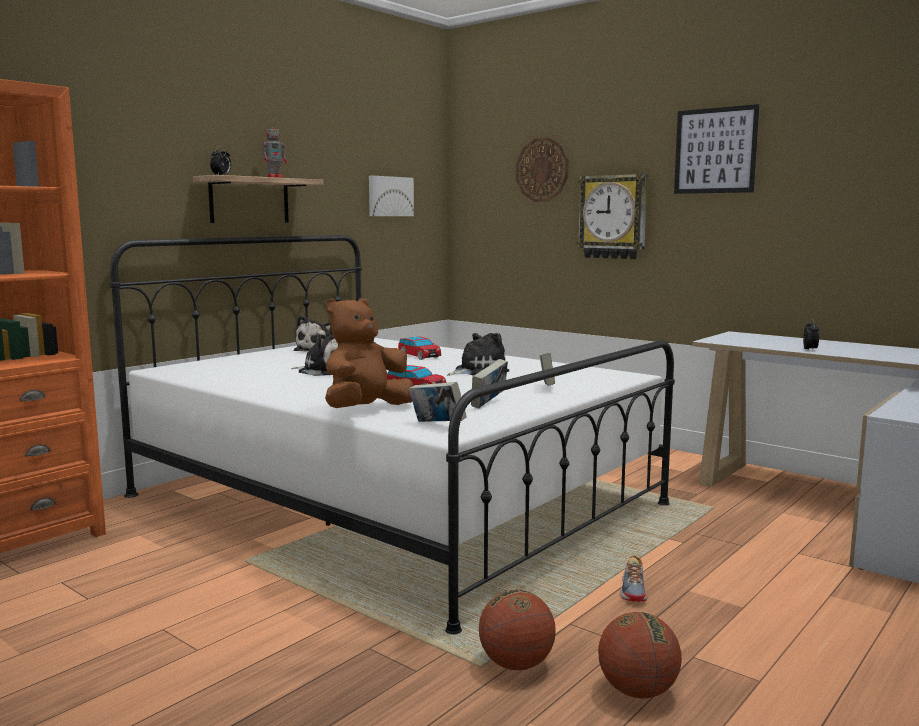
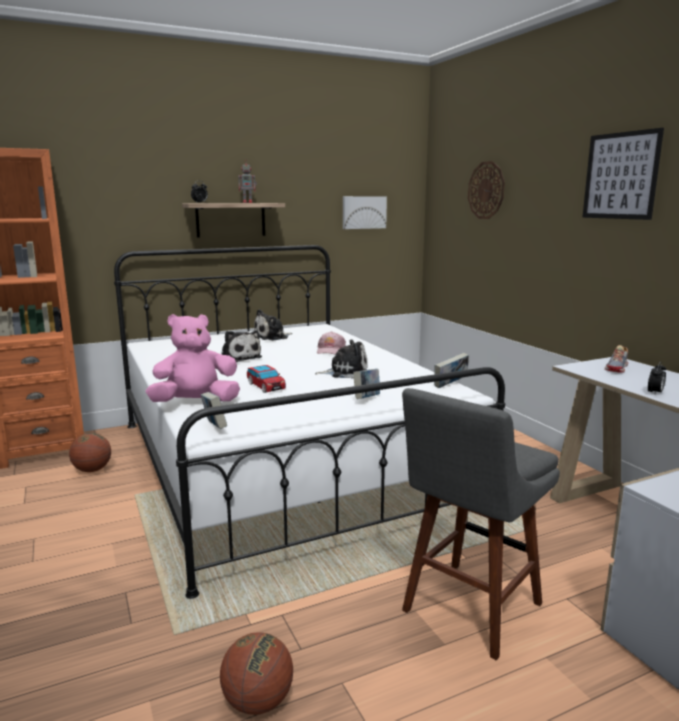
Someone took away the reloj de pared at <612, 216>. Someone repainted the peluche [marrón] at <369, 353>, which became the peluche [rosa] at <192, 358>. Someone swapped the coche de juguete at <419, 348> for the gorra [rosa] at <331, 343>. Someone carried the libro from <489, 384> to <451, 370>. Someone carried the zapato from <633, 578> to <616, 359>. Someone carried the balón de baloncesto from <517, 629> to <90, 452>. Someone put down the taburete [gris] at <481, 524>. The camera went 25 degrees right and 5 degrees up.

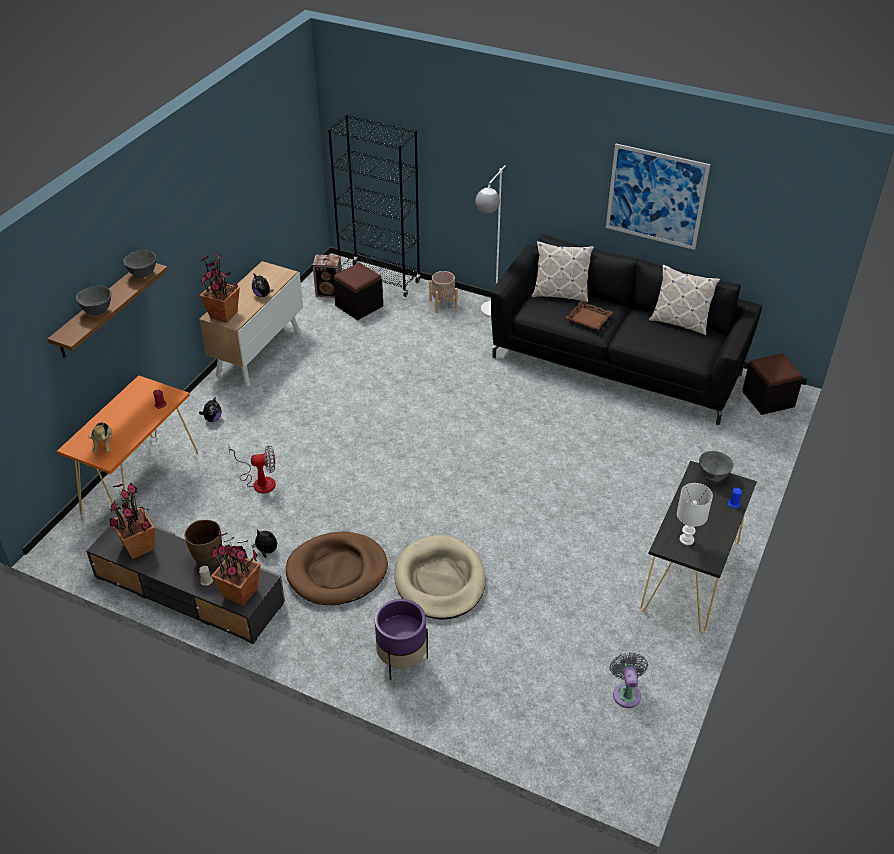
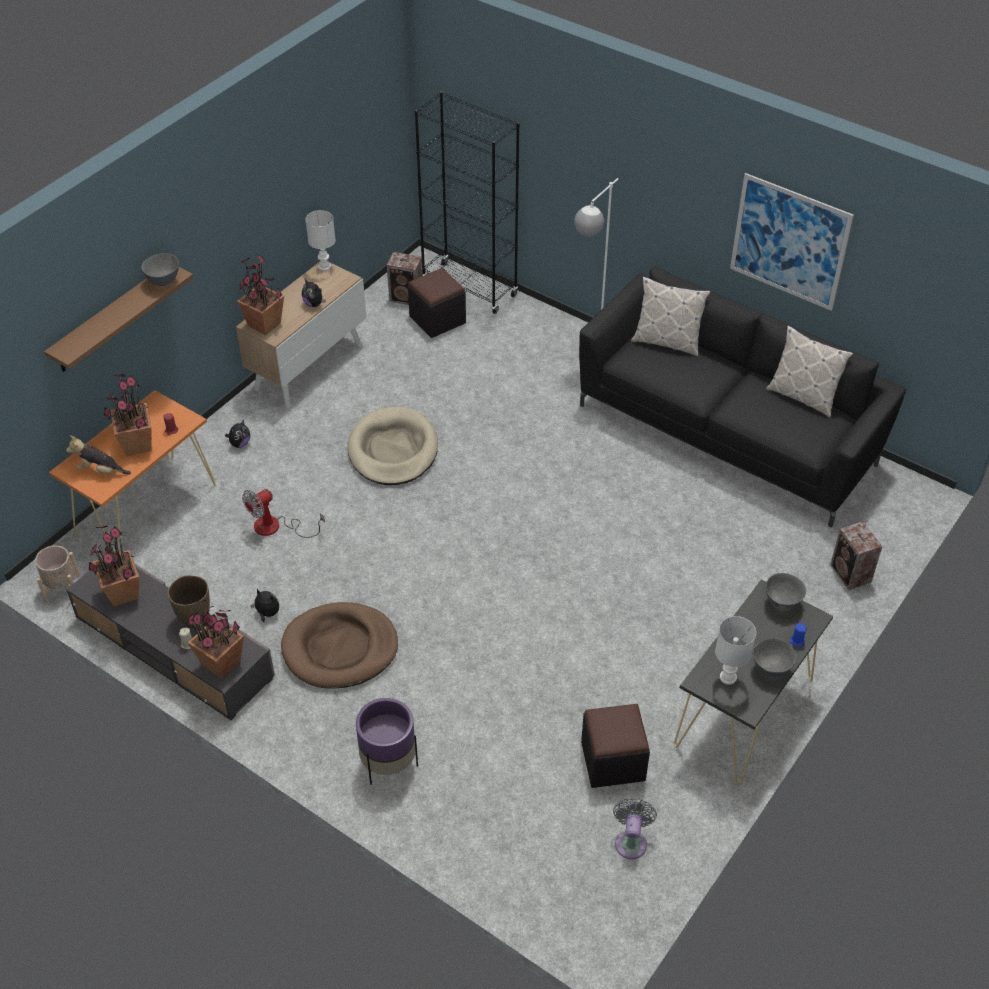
Someone carried the maceta [beis] from <443, 292> to <57, 574>. Someone carried the cuenco [gris] from <93, 300> to <774, 657>. Someone took away the bandeja [marrón] at <589, 315>. Someone carried the puf [negro] from <772, 384> to <615, 746>. Someone rotated the peluche at <100, 437> by 105 degrees clockwise. Someone rotated the ventilador at <252, 469> by 135 degrees clockwise. Someone carried the cama para perro [beis] from <440, 577> to <393, 446>. Someone put down the lámpara de mesa [blanco] at <320, 240>. Someone put down the planta en maceta at <128, 415>. Someone put down the altavoz at <856, 555>. The camera went 10 degrees right and 5 degrees up.

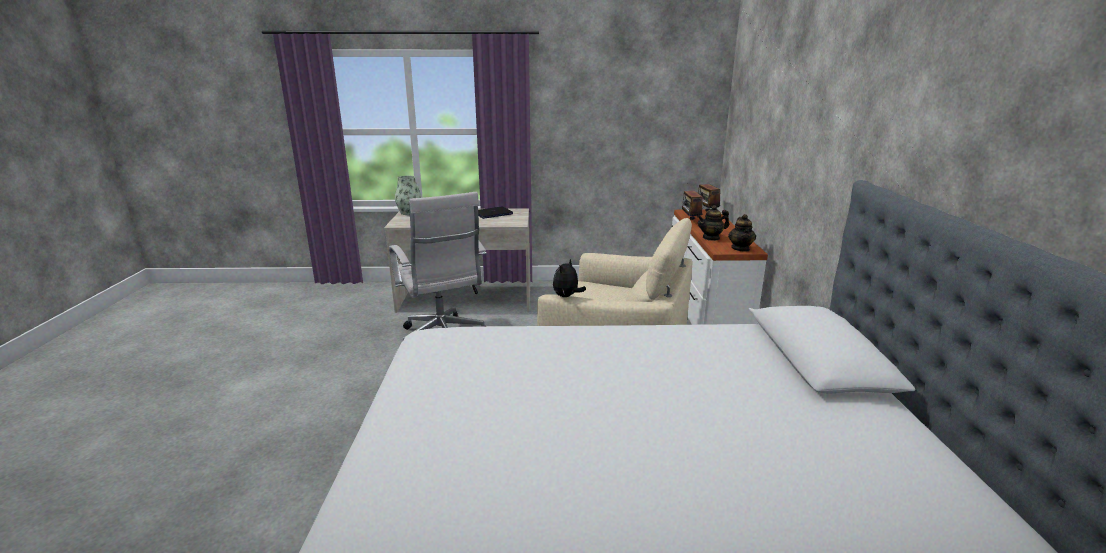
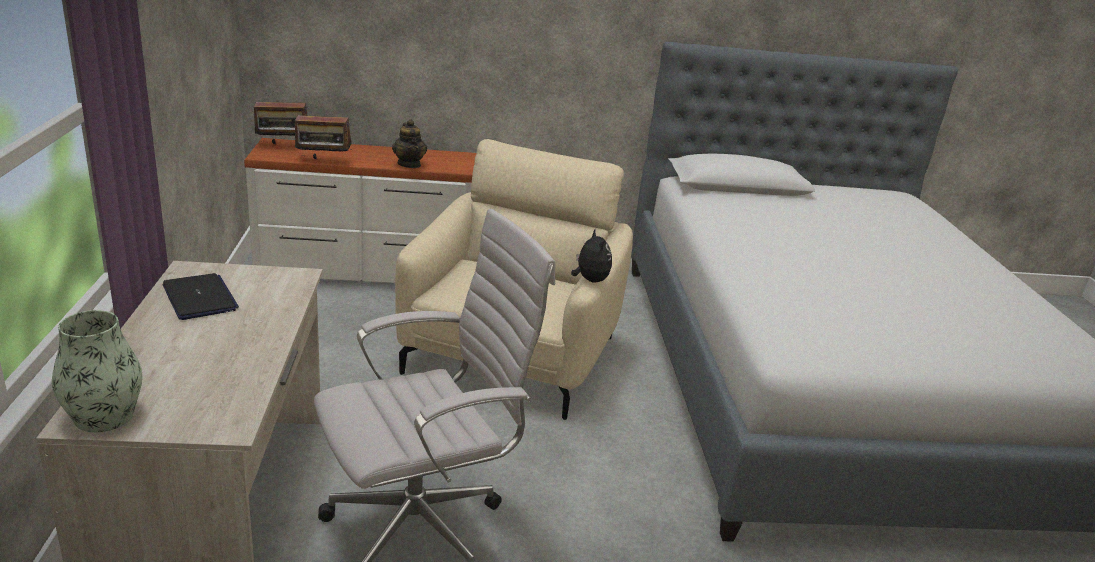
Someone took away the tetera at <742, 233>. Someone rotated the peluche at <569, 278> by 135 degrees counterclockwise. The camera went 95 degrees left and 5 degrees up.

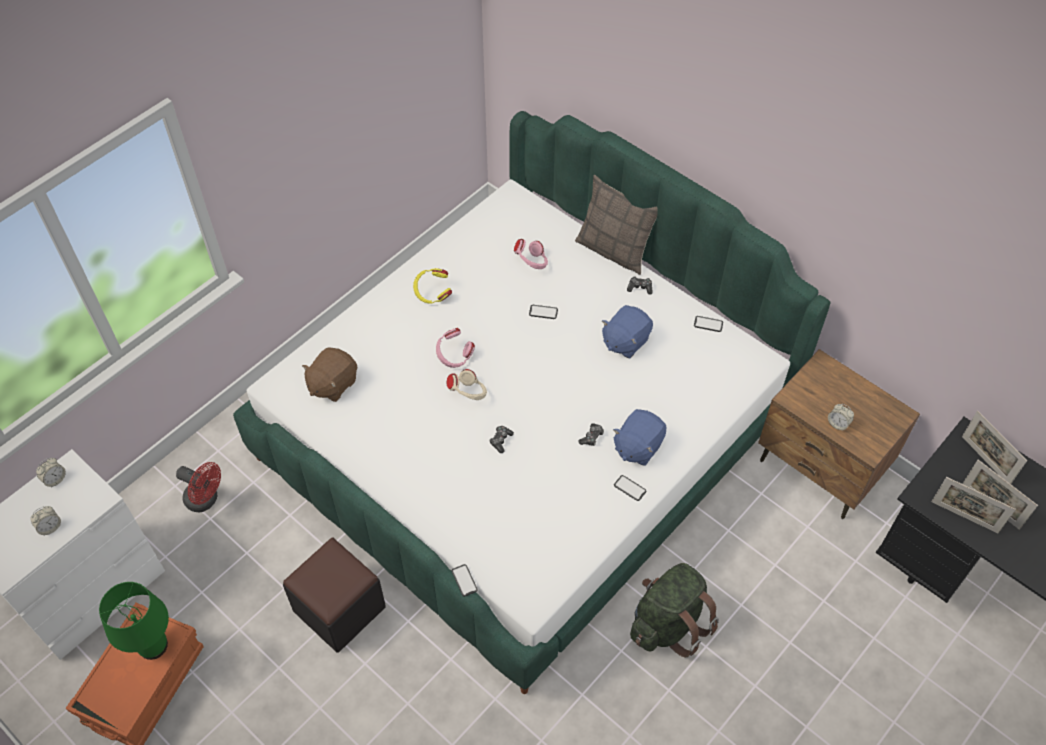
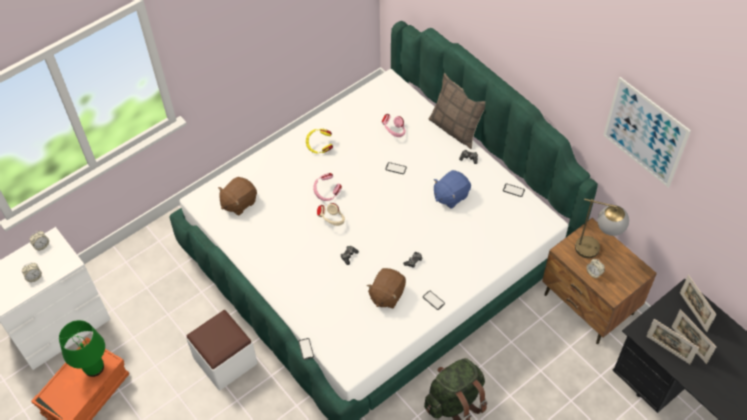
Someone took away the peluche [azul] at <639, 437>. Someone took away the ventilador [rojo] at <198, 487>. Someone repainted the puf [negro] at <334, 595>, which became the puf [blanco] at <222, 350>. Someone put up the cuadro at <647, 132>. Someone put down the lámpara de mesa at <602, 228>. Someone put down the peluche [marrón] at <386, 288>. The camera went 10 degrees right and 0 degrees up.

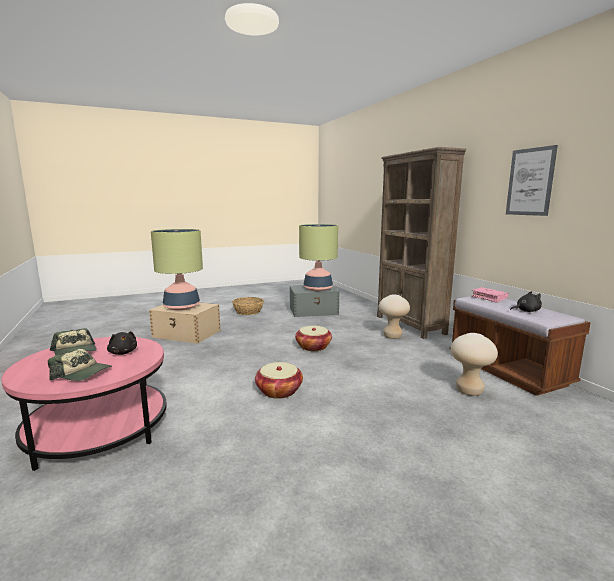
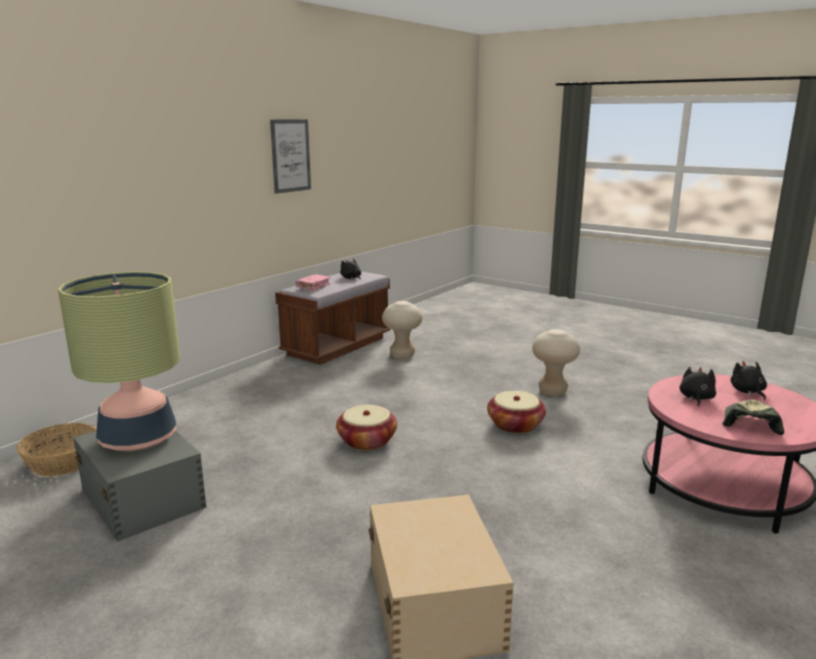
Someone took away the estantería [marrón] at <421, 243>. Someone took away the lámpara de mesa at <177, 269>. Someone carried the taburete [beis] from <394, 317> to <556, 362>. Someone carried the cesta from <248, 306> to <57, 449>. Someone swapped the gorra at <80, 364> for the peluche [negro] at <749, 380>. The camera went 120 degrees left and 5 degrees up.

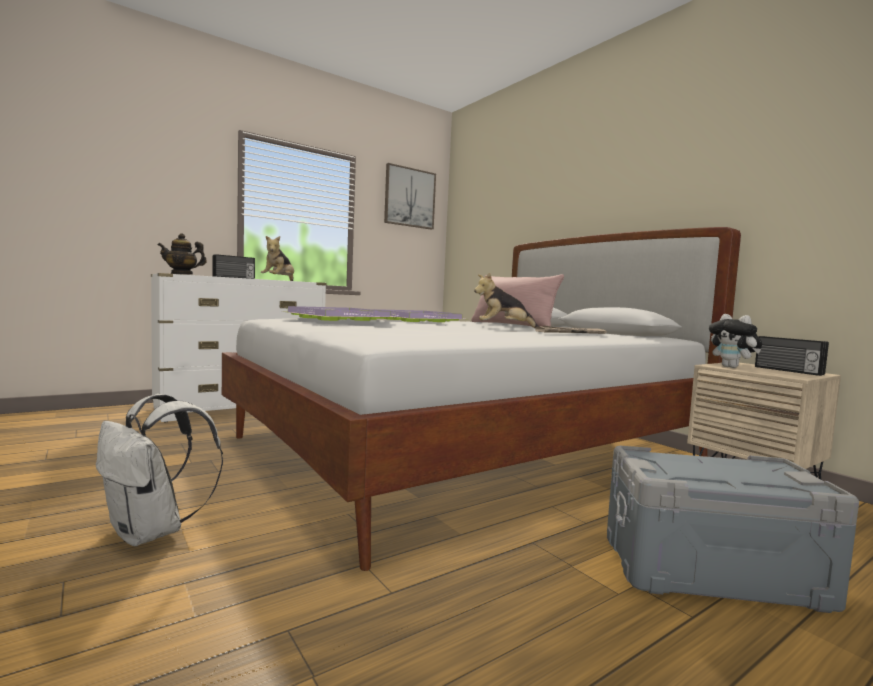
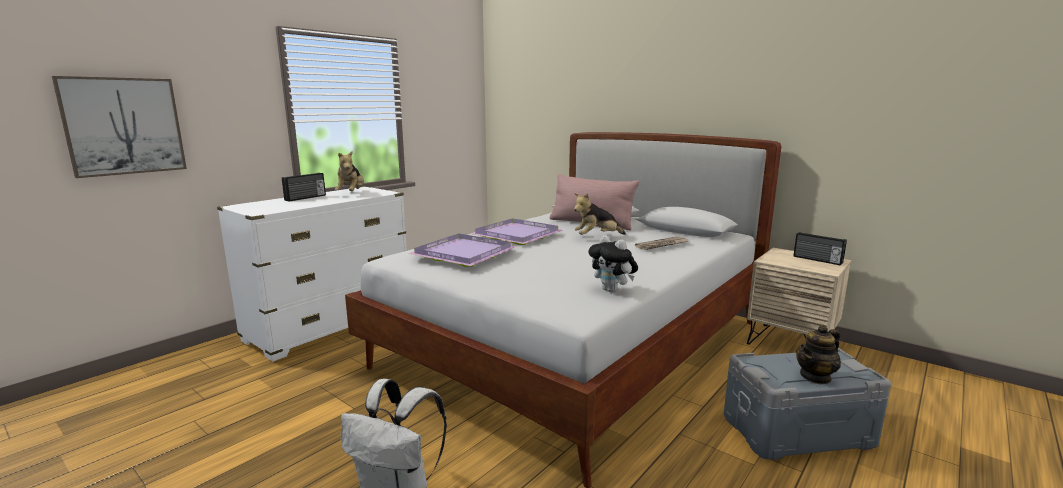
Someone carried the cuadro from <410, 196> to <119, 127>. Someone carried the tetera from <182, 254> to <818, 354>. Someone carried the peluche from <735, 341> to <613, 264>. The camera went 15 degrees left and 10 degrees up.

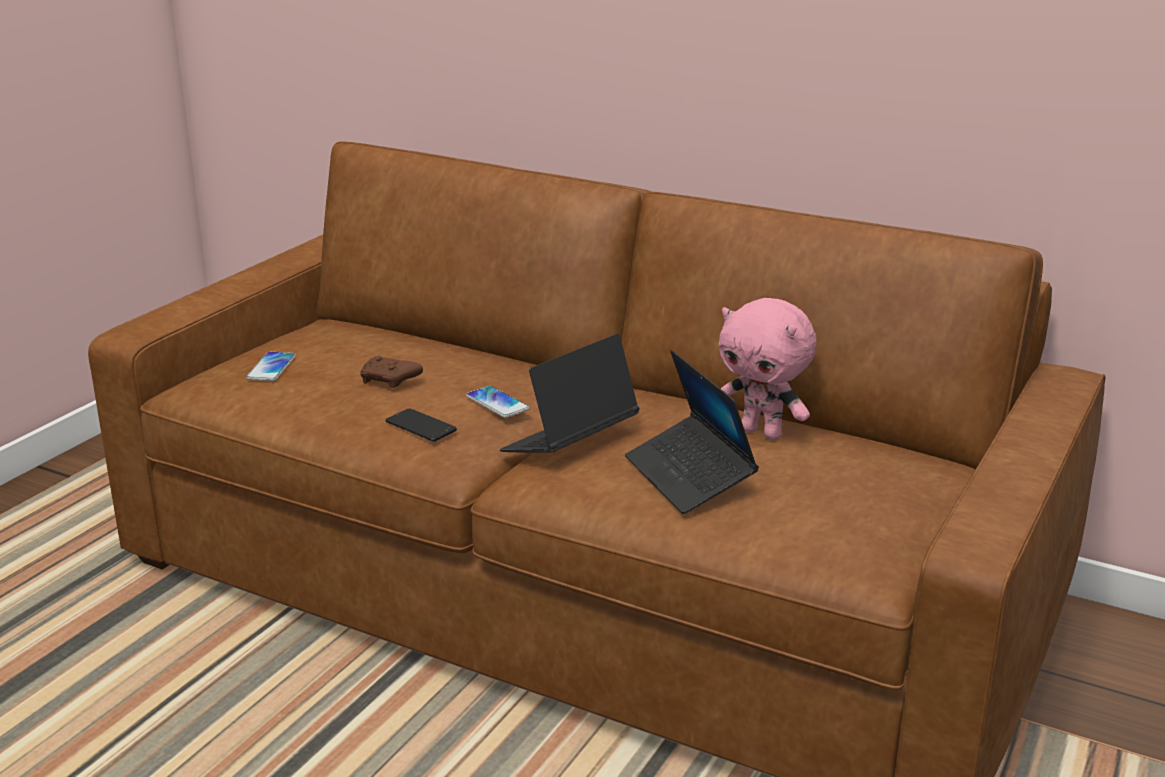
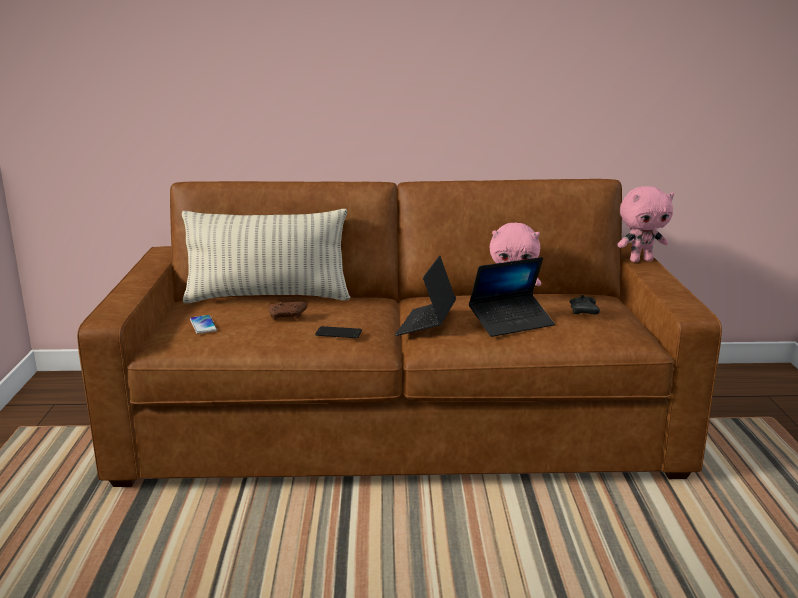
Someone rotated the portátil at <692, 432> by 60 degrees counterclockwise. Someone took away the móvil at <498, 402>. Someone put down the peluche [rosa] at <645, 224>. Someone put down the cojín at <266, 256>. Someone put down the mando de consola [negro] at <585, 304>. The camera went 30 degrees left and 5 degrees down.

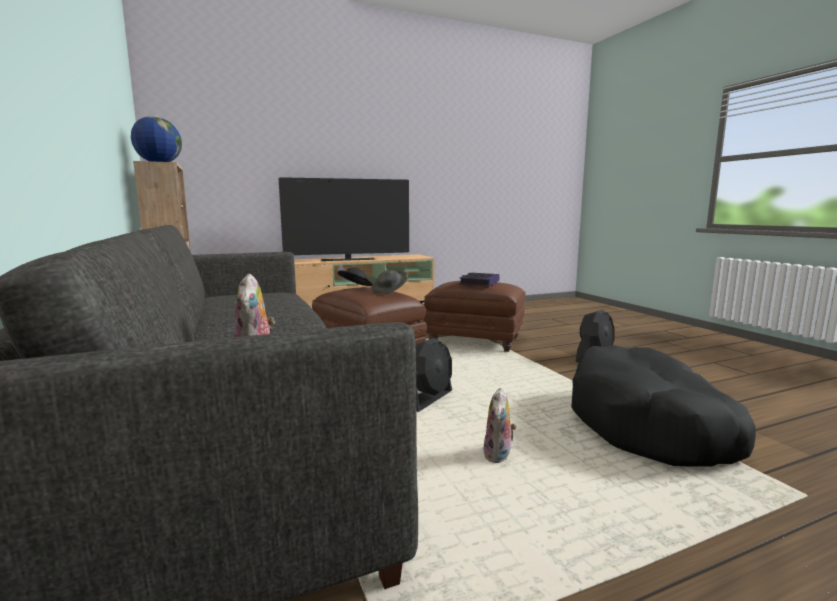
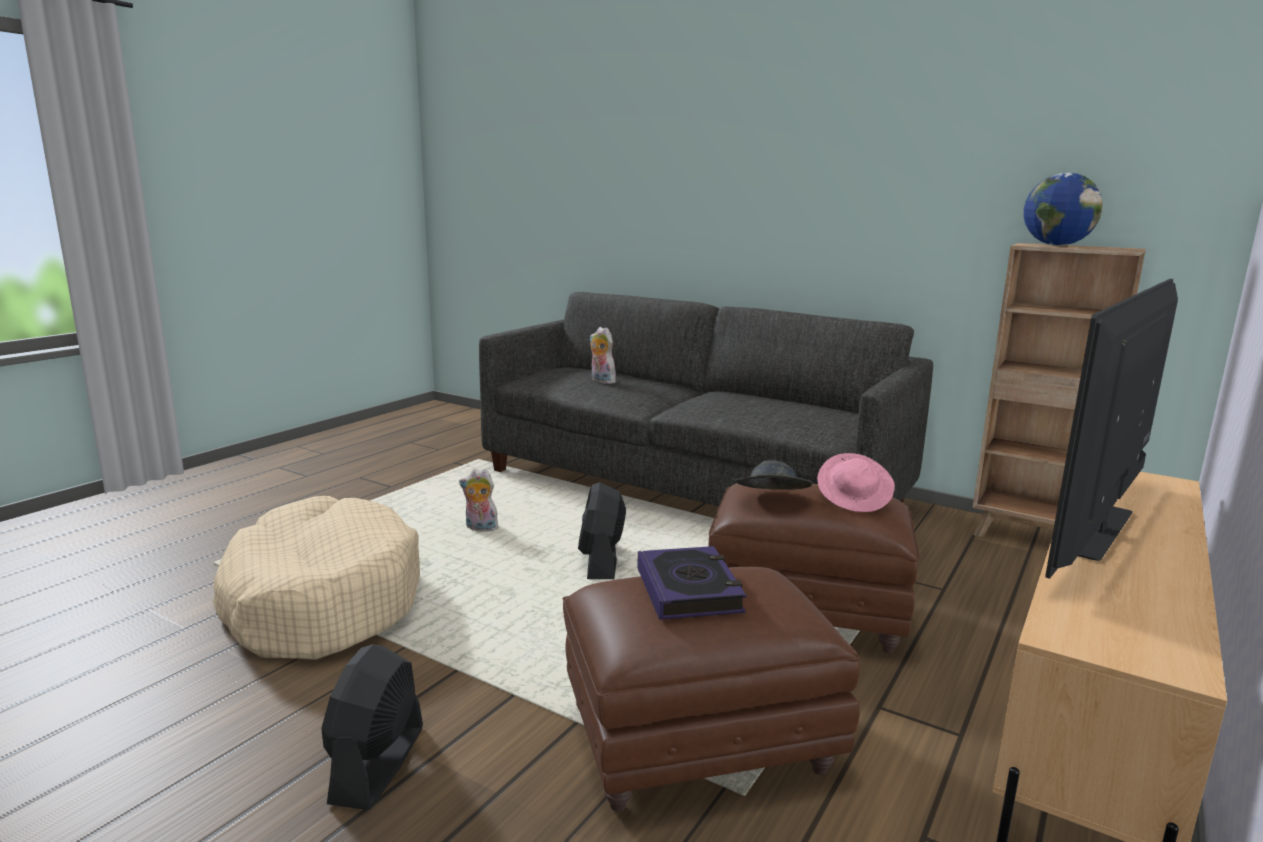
Someone repainted the sombrero [negro] at <355, 276>, which became the sombrero [rosa] at <856, 482>. Someone repainted the cama para perro [negro] at <663, 406>, which became the cama para perro [beis] at <316, 578>. Someone rotated the peluche at <500, 425> by 60 degrees counterclockwise. The camera went 145 degrees right and 5 degrees up.

